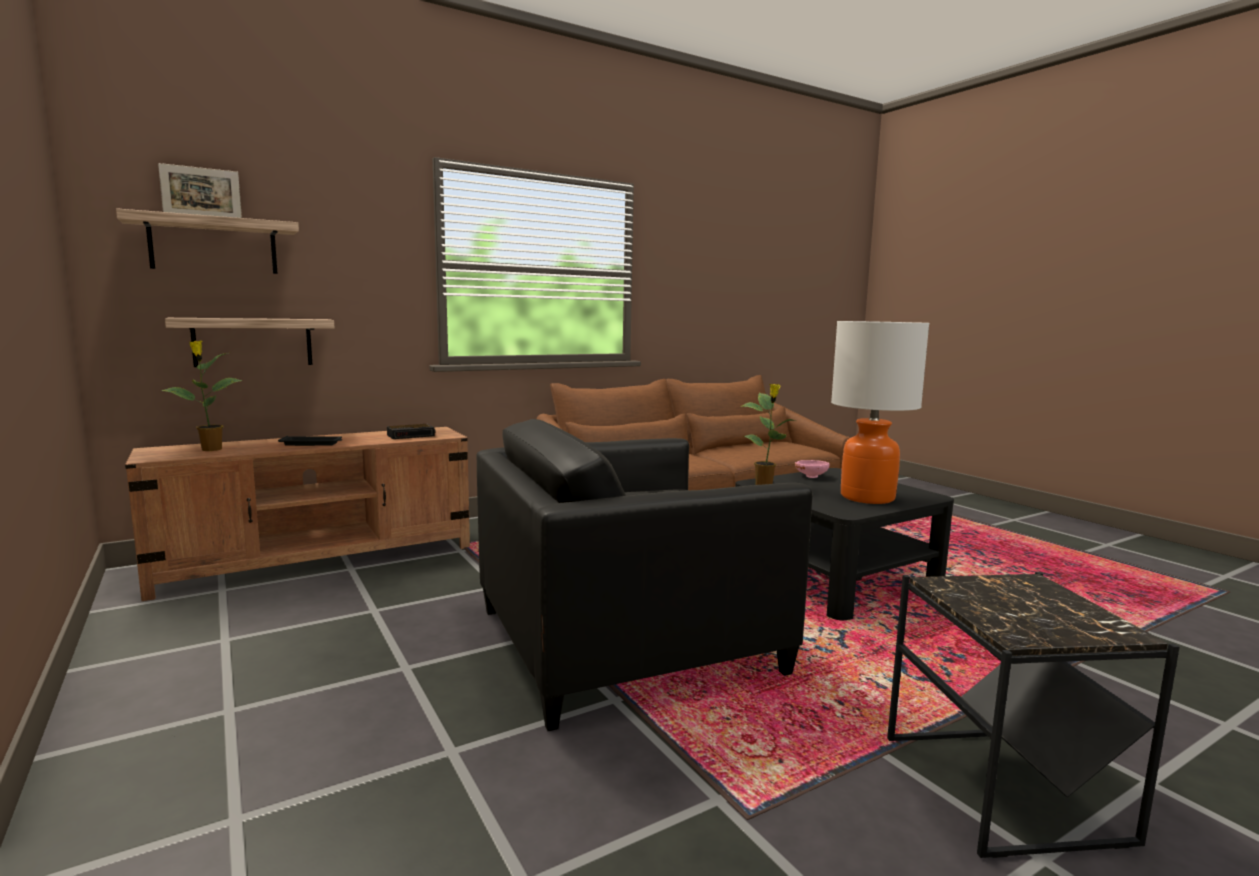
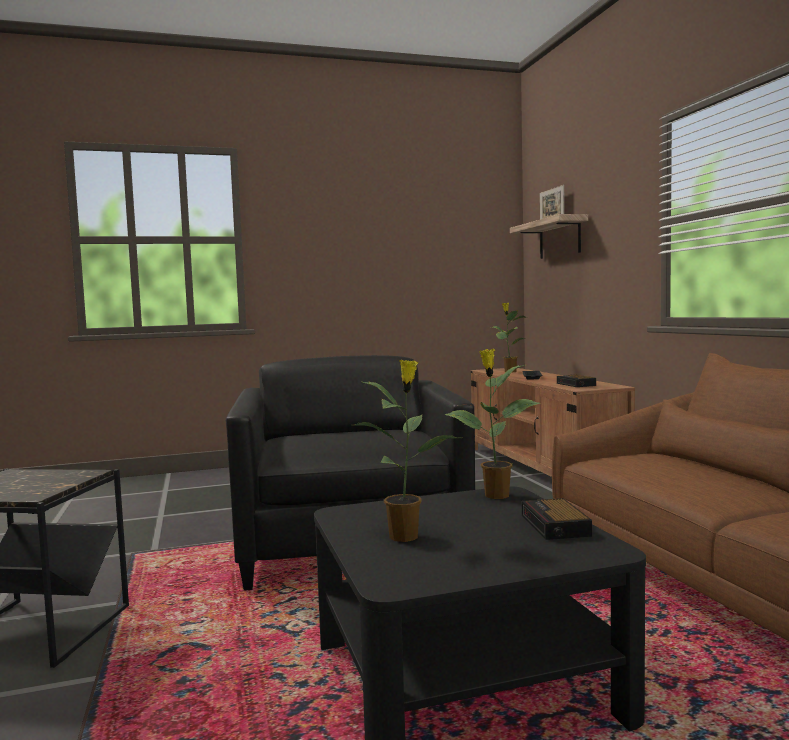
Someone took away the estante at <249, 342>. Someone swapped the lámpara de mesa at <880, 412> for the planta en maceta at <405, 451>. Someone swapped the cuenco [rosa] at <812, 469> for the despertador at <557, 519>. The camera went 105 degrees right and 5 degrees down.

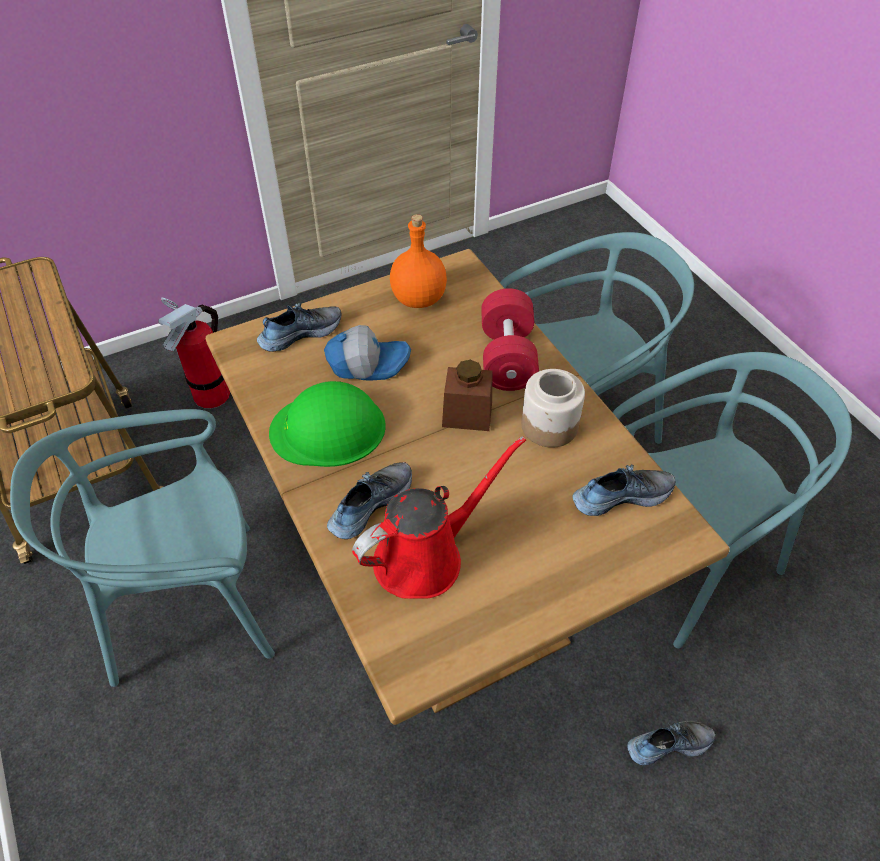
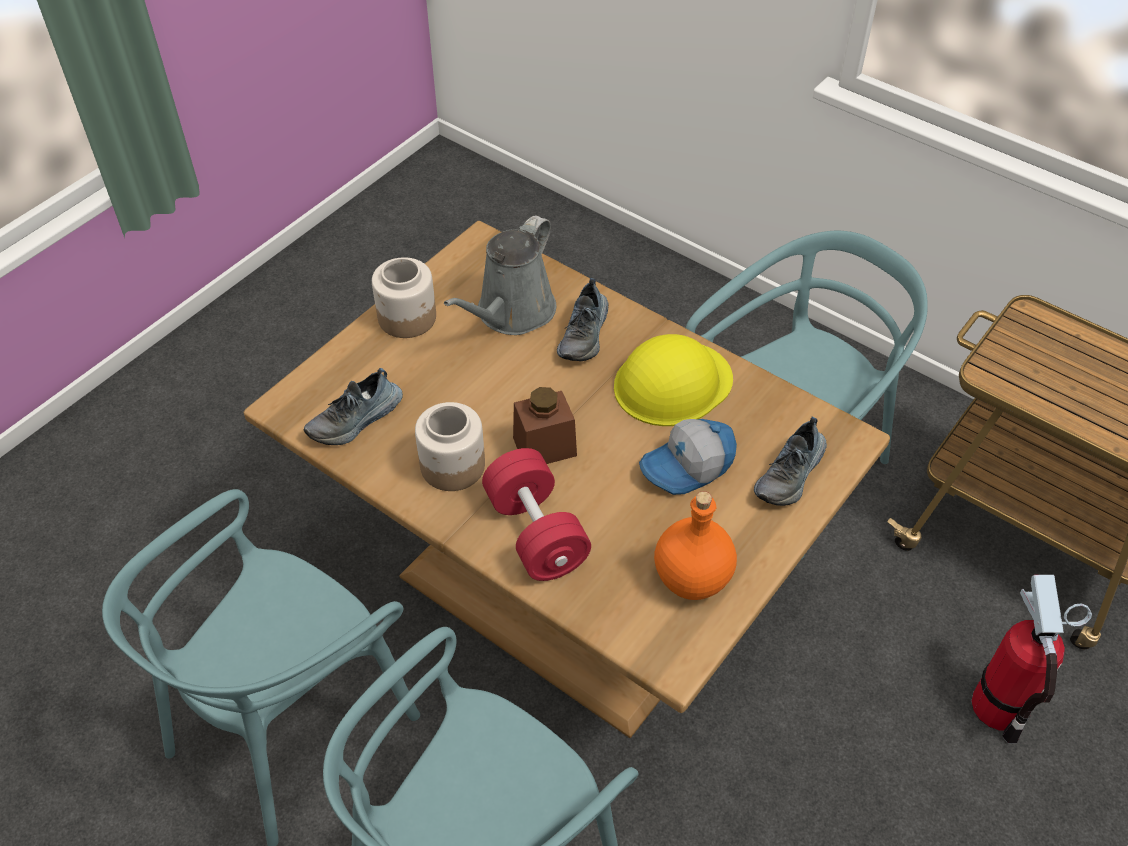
Someone repainted the casco [verde] at <327, 424>, which became the casco [amarillo] at <673, 380>. Someone repainted the regadera [rojo] at <439, 517>, which became the regadera [gris] at <500, 275>. Someone took away the zapato at <671, 743>. Someone put down the tarro at <404, 297>. The camera went 155 degrees right and 0 degrees up.

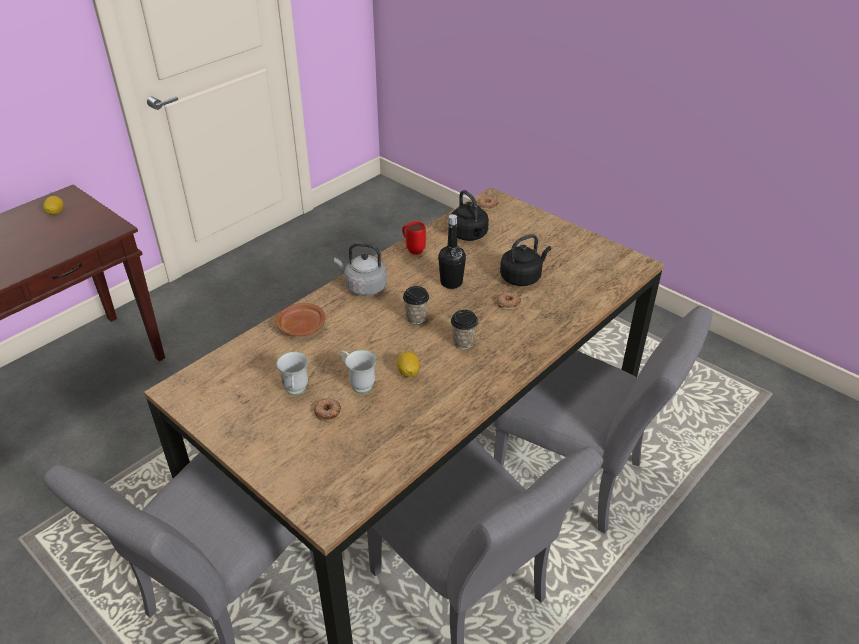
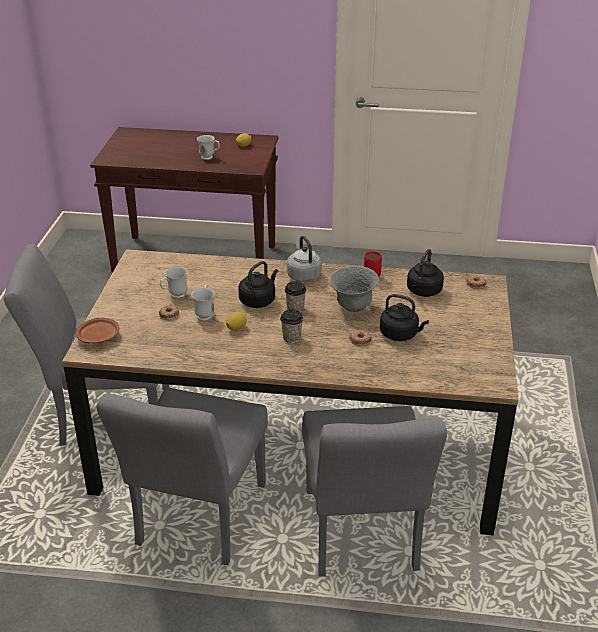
Someone swapped the botella [negro] at <452, 251> for the cuenco [gris] at <354, 289>. Someone carried the plato [marrón] from <301, 319> to <97, 330>. Someone put down the taza grande [blanco] at <208, 147>. Someone put down the hervidor [negro] at <258, 284>. The camera went 55 degrees right and 5 degrees down.

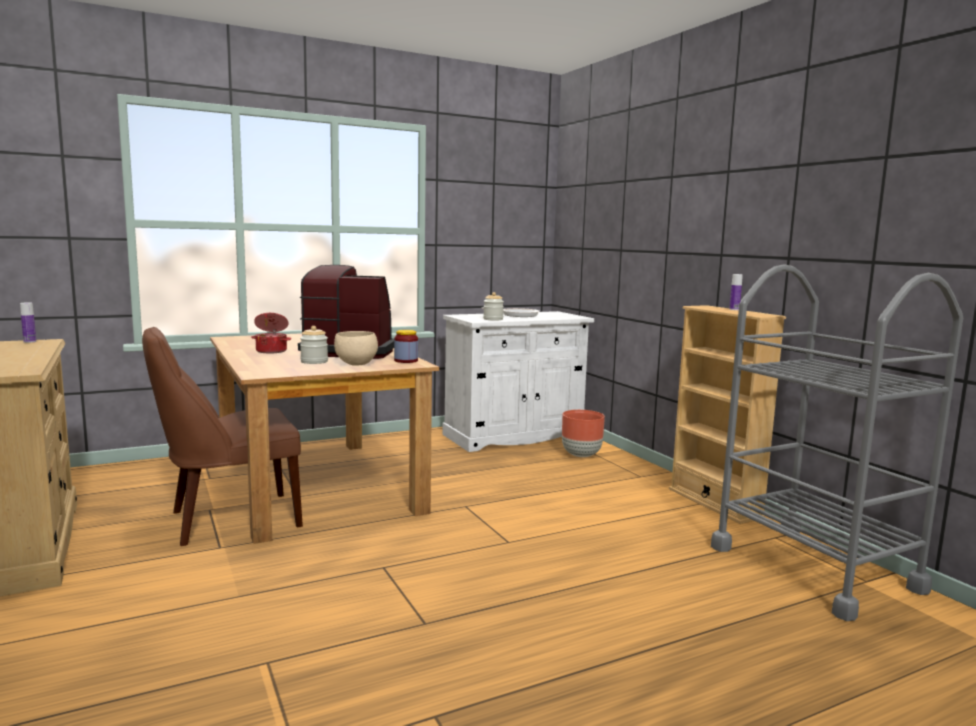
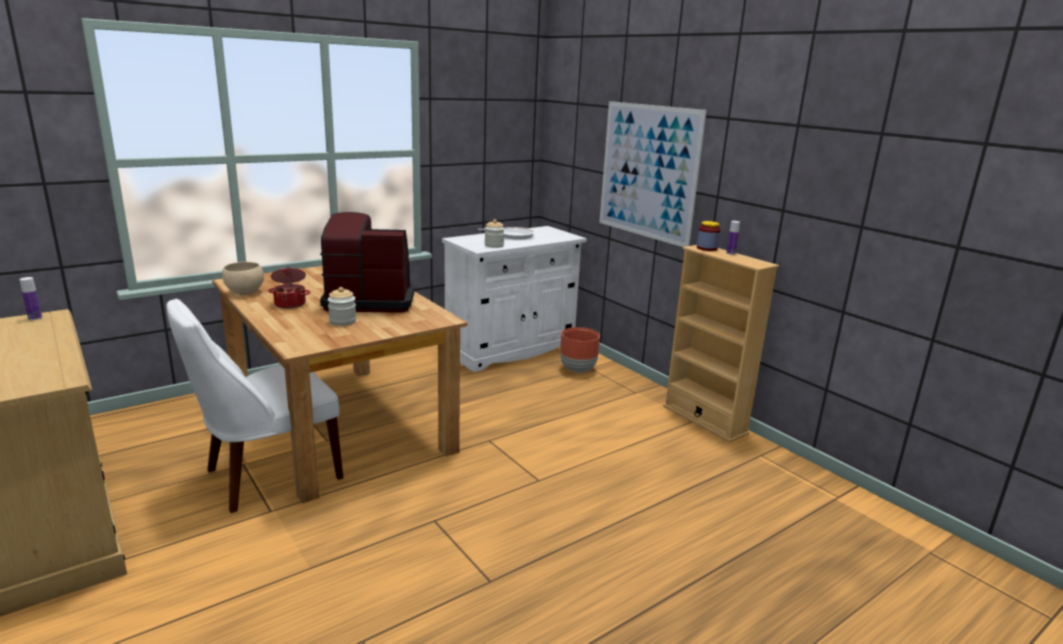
Someone took away the carrito [gris] at <837, 442>. Someone repainted the silla [marrón] at <222, 436>, which became the silla [blanco] at <254, 406>. Someone carried the tarro from <406, 346> to <708, 236>. Someone carried the cuenco [beis] from <356, 348> to <243, 278>. Someone put up the cuadro at <653, 174>. The camera went 10 degrees left and 10 degrees up.

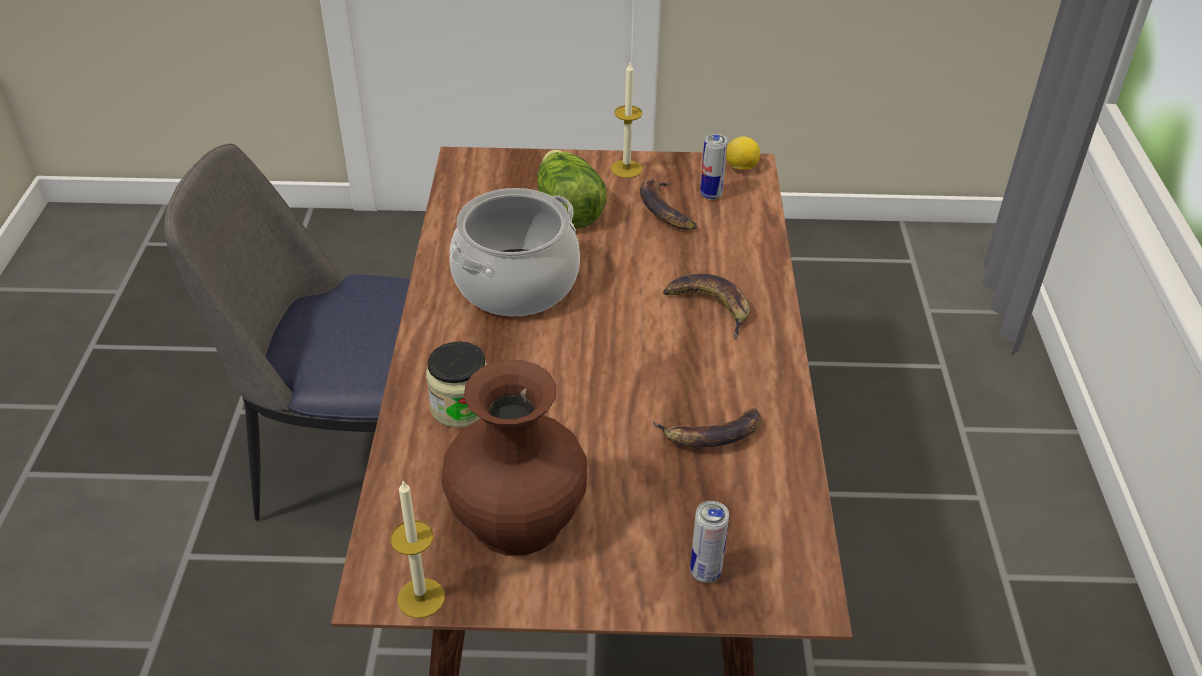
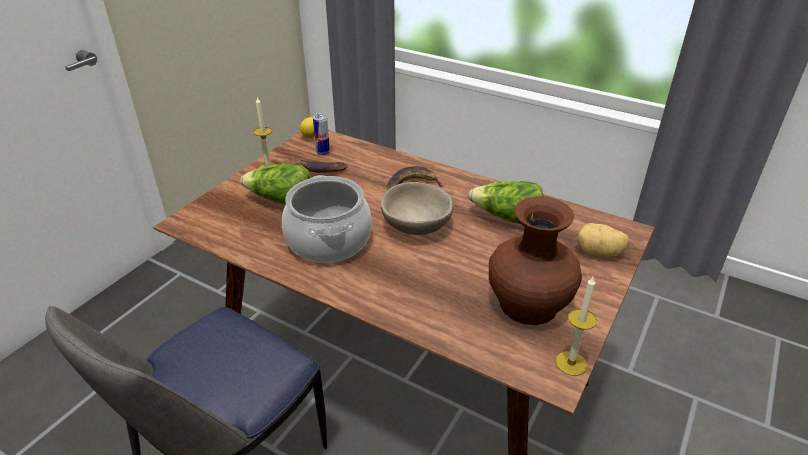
Someone took away the tarro at <456, 384>. Someone swapped the plátano at <707, 427> for the lechuga at <505, 202>. Someone swapped the lata at <709, 542> for the patata at <603, 240>. Someone put down the cuenco [beis] at <417, 208>. The camera went 60 degrees left and 5 degrees down.

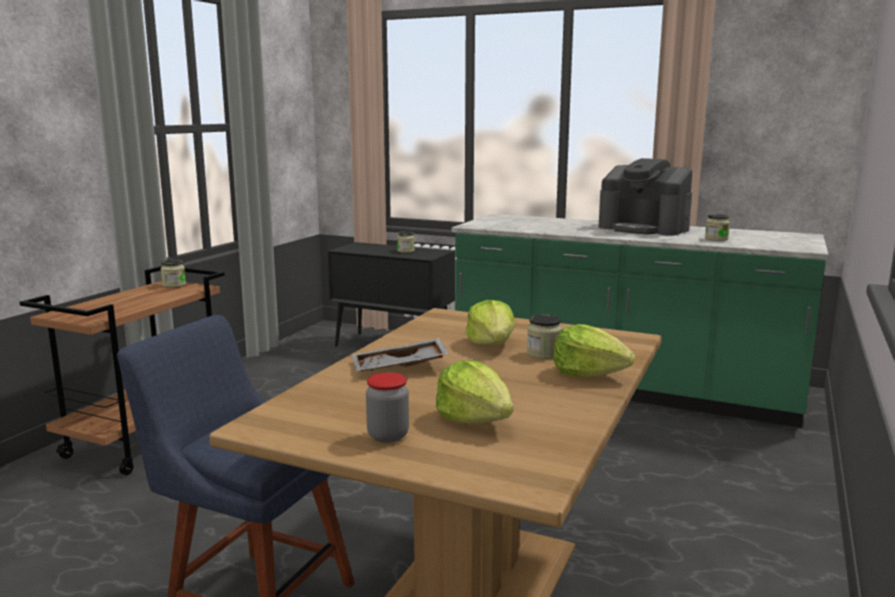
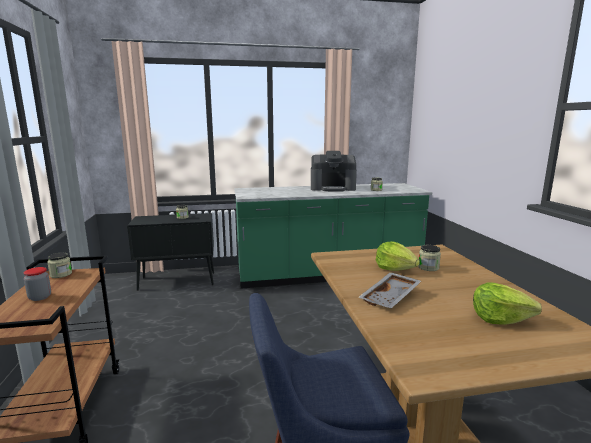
Someone took away the lechuga at <594, 350>. Someone carried the tarro from <387, 408> to <37, 284>. The camera went 35 degrees left and 0 degrees up.

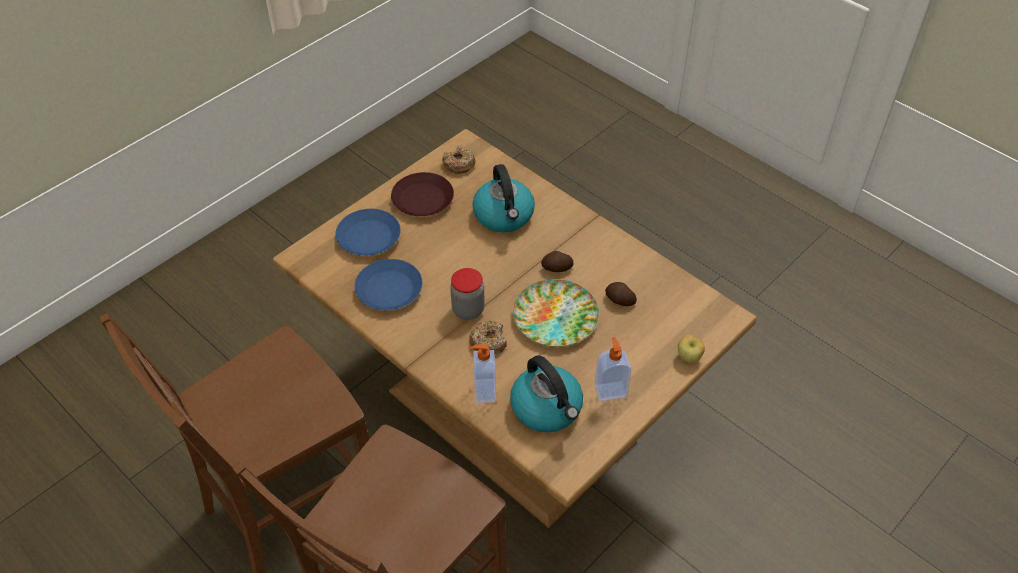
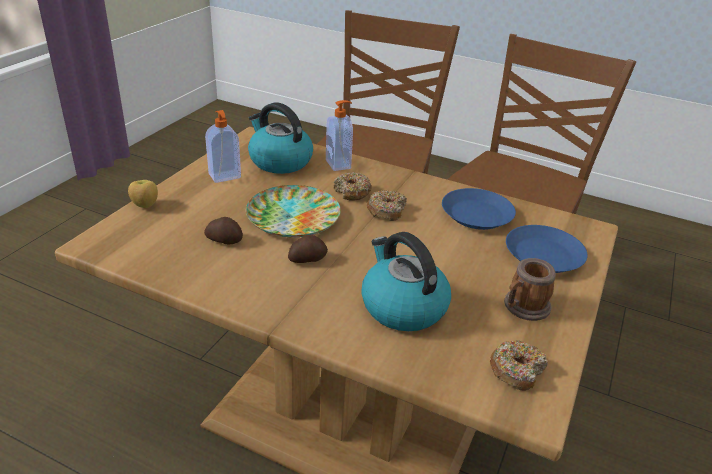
Someone swapped the plato [marrón] at <422, 194> for the taza grande at <530, 289>. Someone swapped the tarro at <467, 294> for the rosquilla at <387, 205>. The camera went 160 degrees right and 15 degrees down.

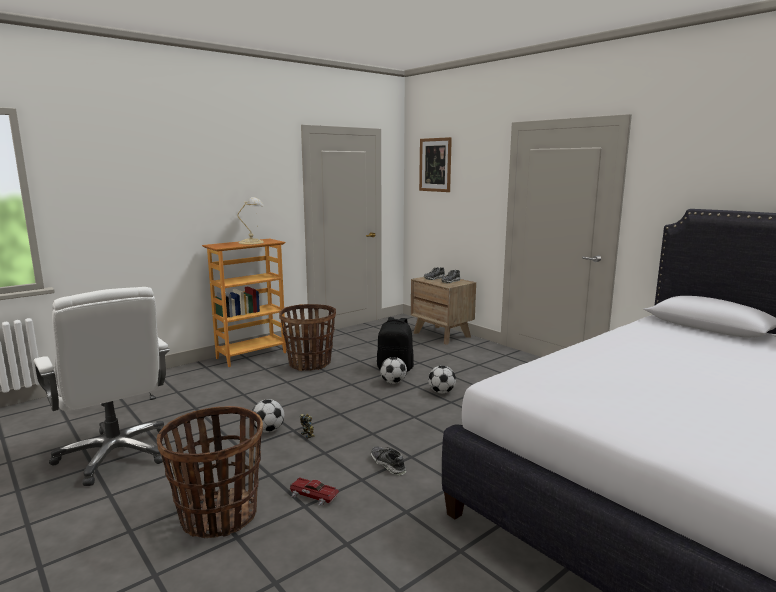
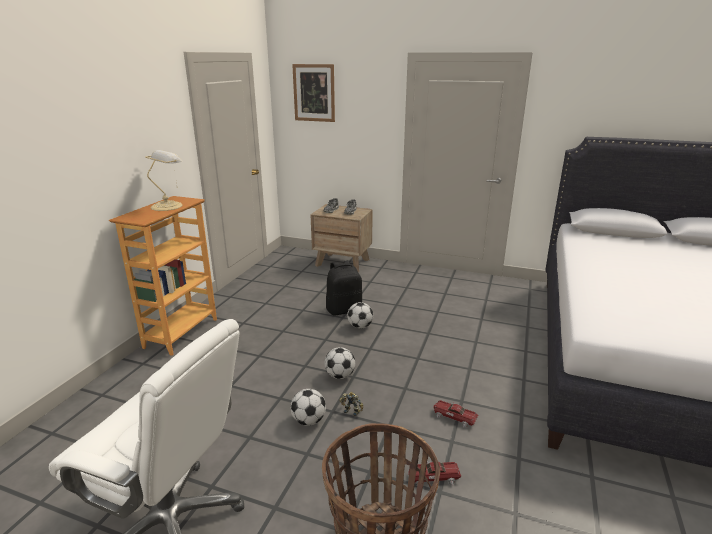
Someone took away the cesta at <307, 337>. Someone carried the balón de fútbol from <442, 379> to <339, 363>. Someone swapped the zapato at <388, 461> for the coche de juguete at <456, 413>. The camera went 30 degrees left and 10 degrees up.

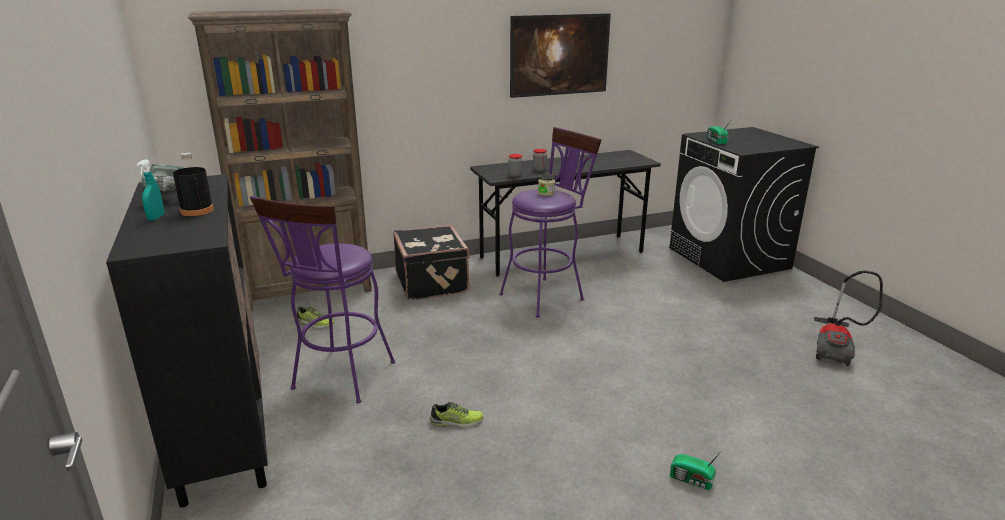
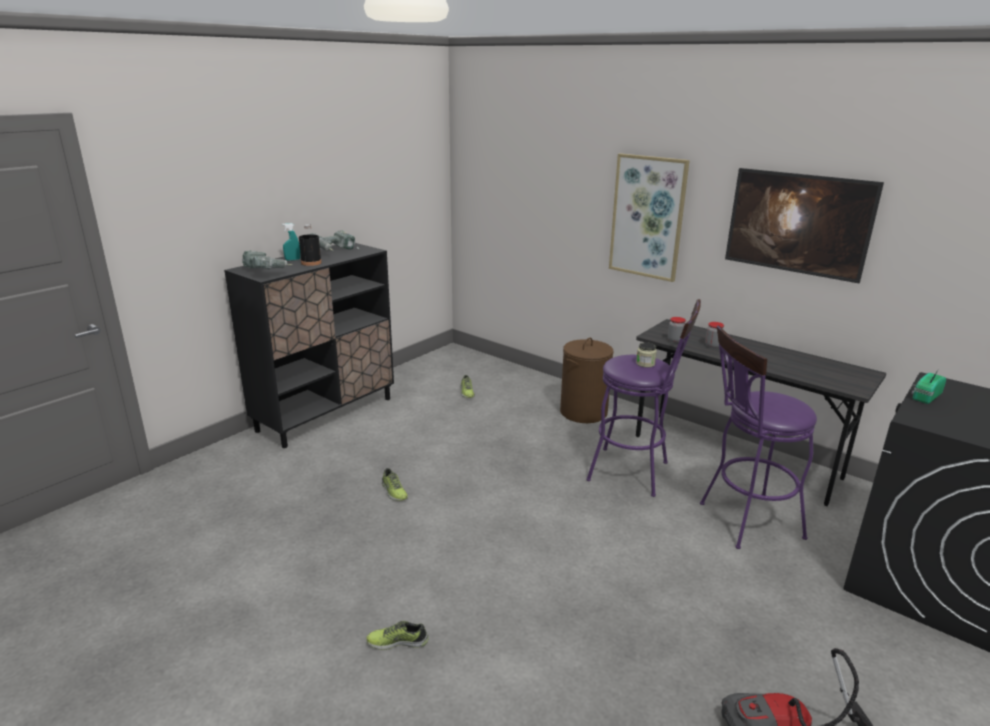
Someone took away the estantería [marrón] at <280, 160>. Someone carried the taburete [morado] from <322, 299> to <758, 437>. Someone swapped the maleta [negro] at <431, 262> for the cesto de la ropa [marrón] at <587, 380>. Someone swapped the radio at <696, 470> for the zapato at <398, 635>. Someone put up the cuadro at <649, 217>. Someone put down the taladro at <268, 259>. The camera went 60 degrees right and 0 degrees up.

